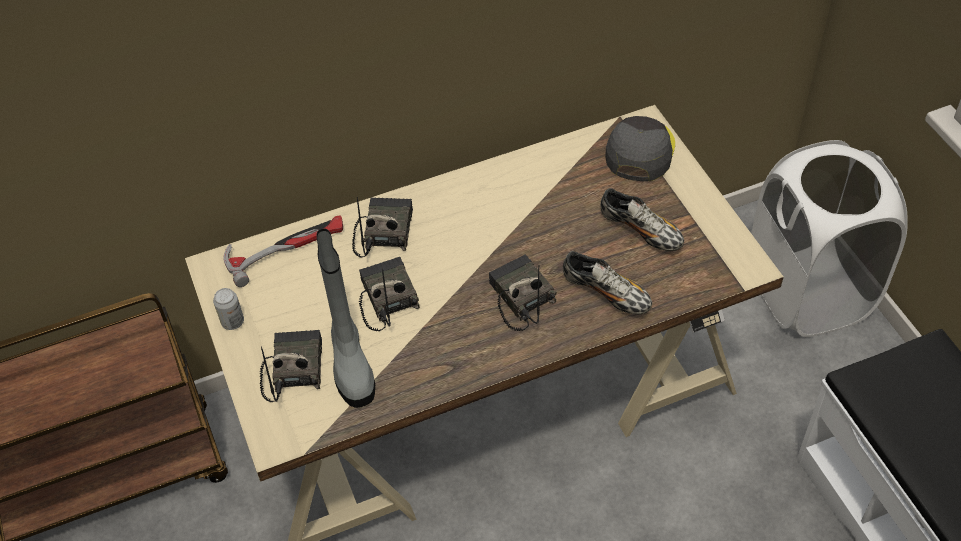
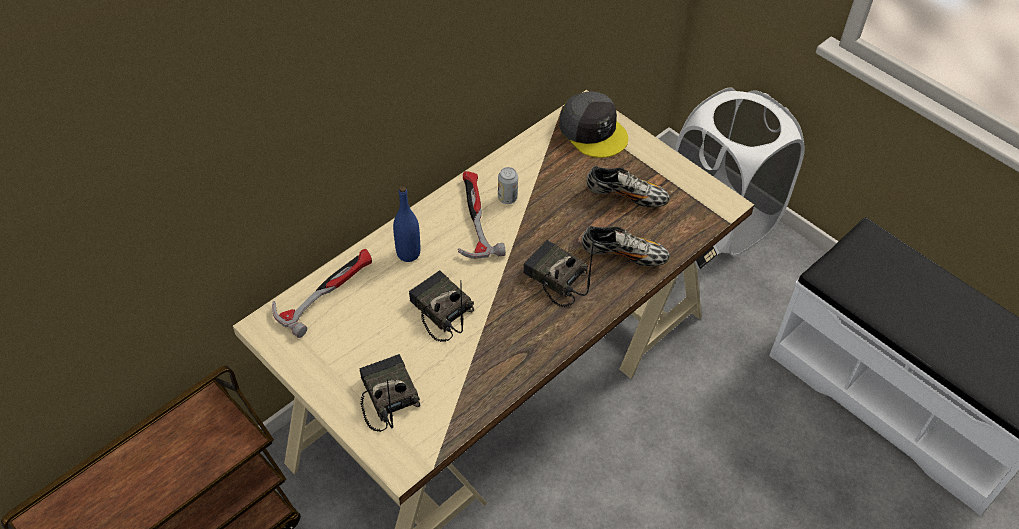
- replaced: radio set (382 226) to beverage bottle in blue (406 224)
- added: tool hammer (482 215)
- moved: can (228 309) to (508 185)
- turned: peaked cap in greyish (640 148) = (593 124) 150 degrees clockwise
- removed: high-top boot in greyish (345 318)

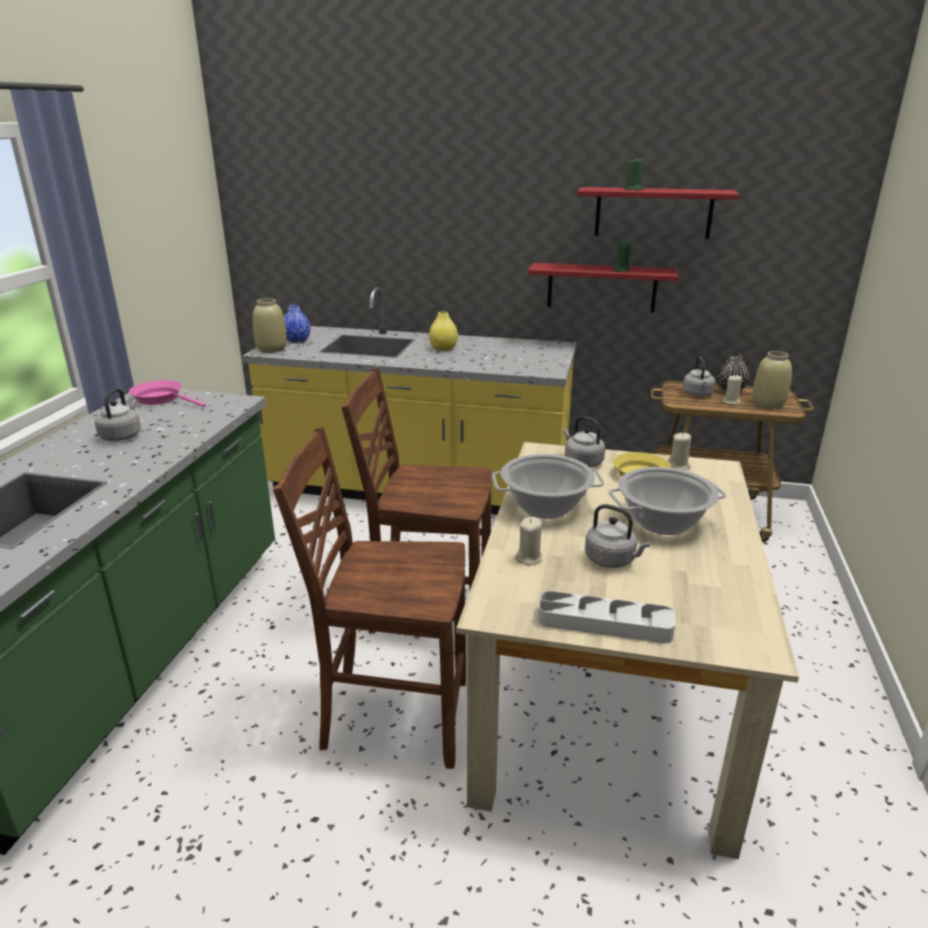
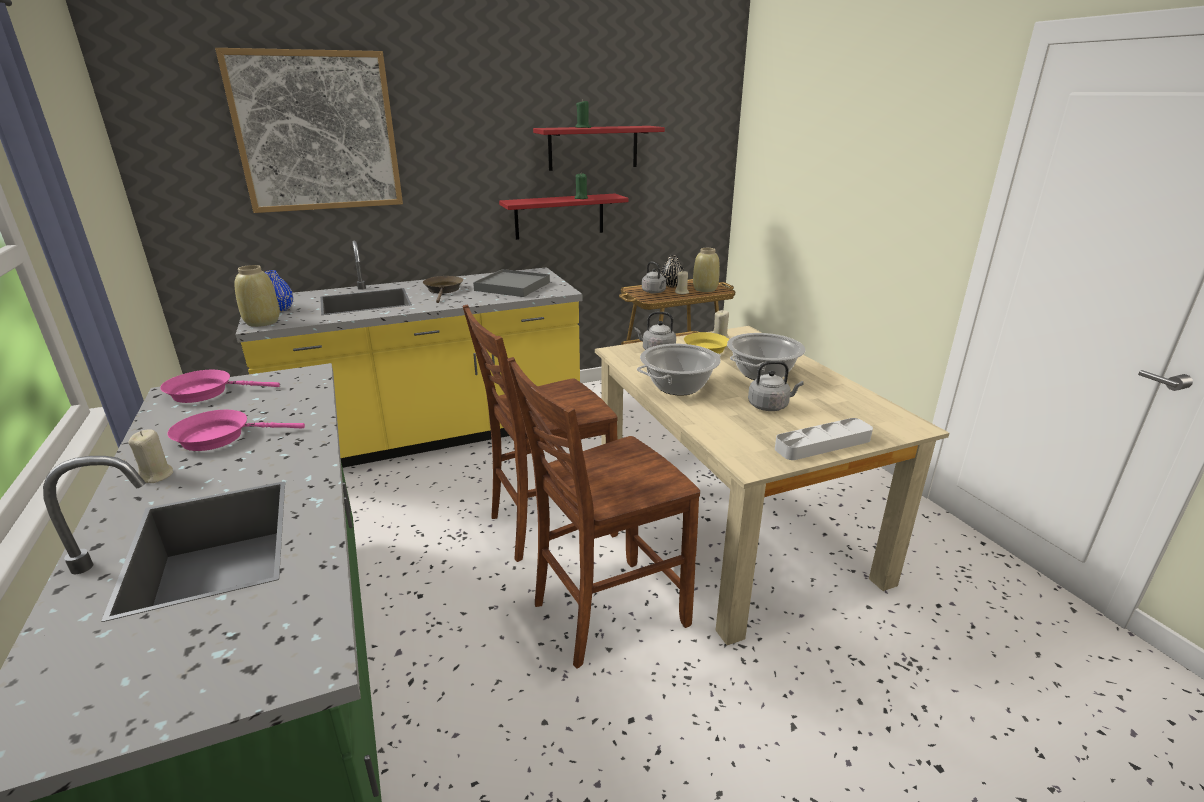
- moved: candle in beige-coloured (528 541) to (150 456)
- replaced: kettle in greyish (118 414) to frying pan in pink (236 430)
- added: wall picture (309 130)
- replaced: flower vase in yellowish (443 331) to frying pan in brownish (443 289)
- added: carrying tray in greyish (511 283)

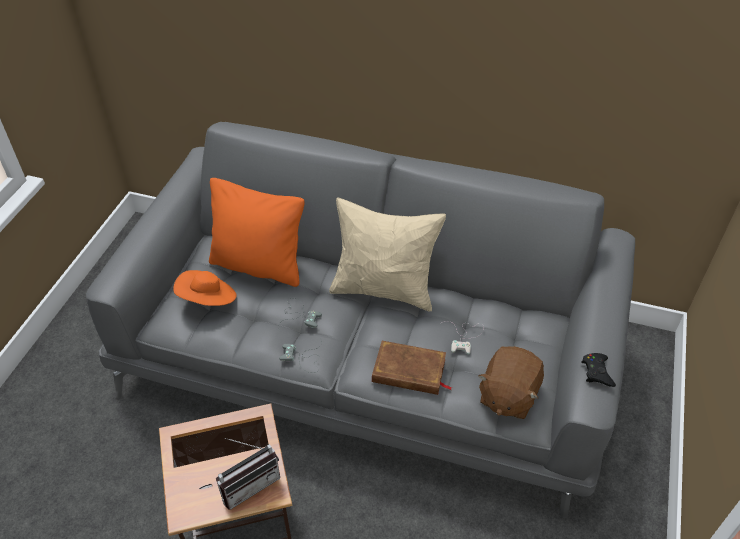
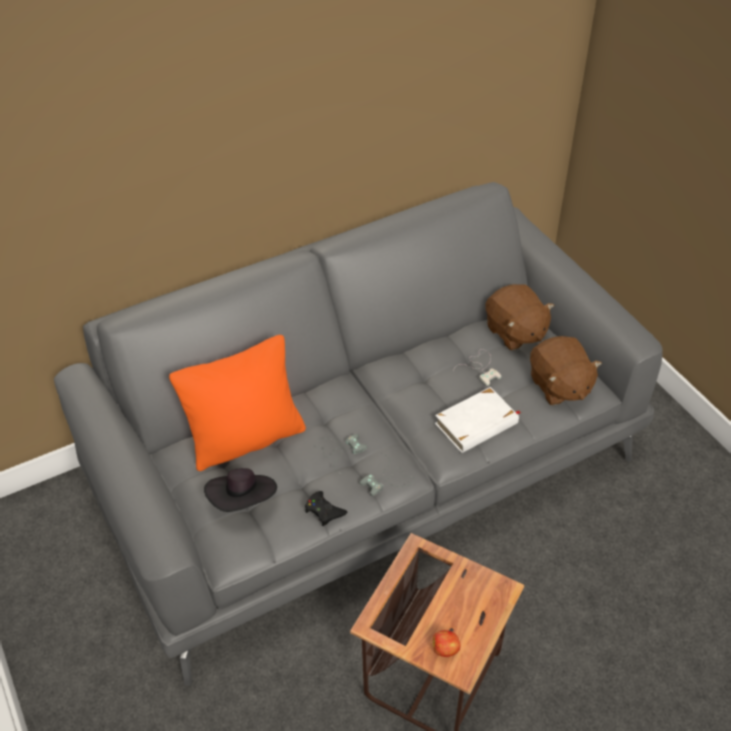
- recoloured: hat in orange (205 288) to hat in blackish (240 490)
- moved: game controller in blackish (598 370) to (326 508)
- added: apple (446 643)
- recoloured: book in brownish (412 368) to book in white-coloured (478 420)
- added: soft toy in brownish (519 317)
- removed: radio set (248 474)
- removed: pillow in beige-coloured (387 254)

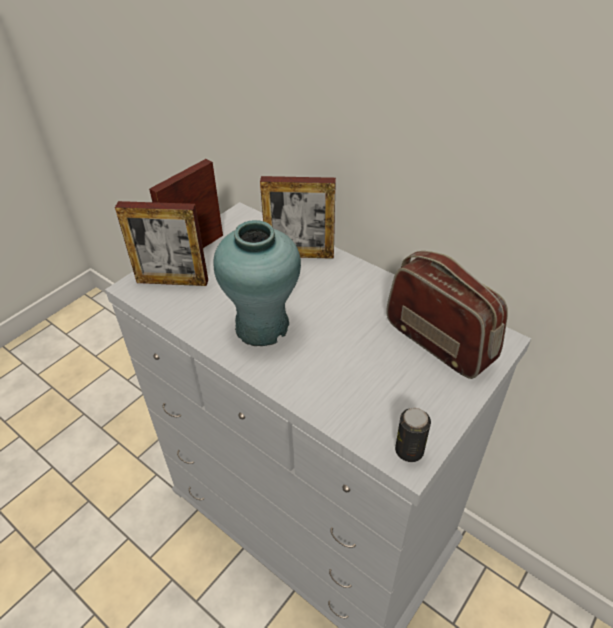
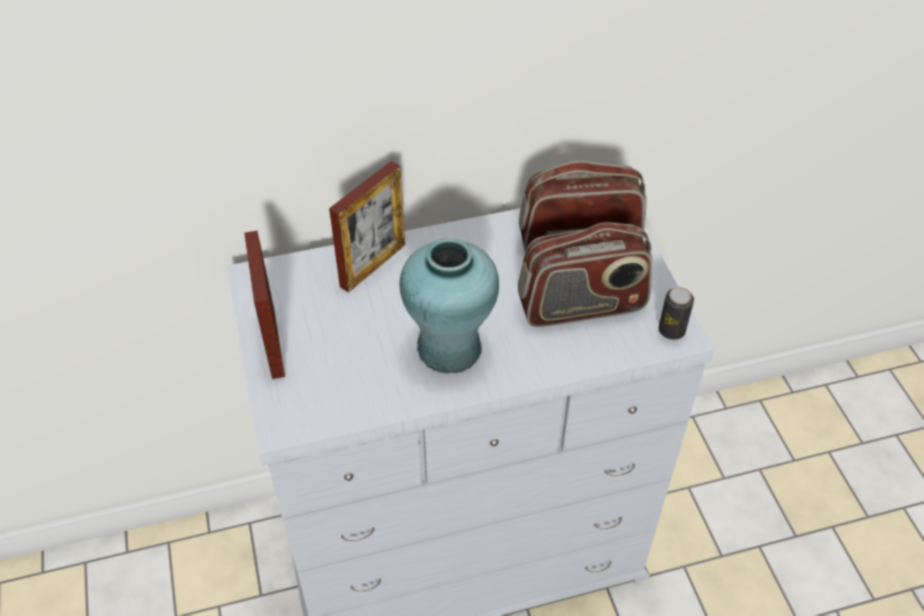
- added: radio set (585 274)
- removed: picture frame (161 243)

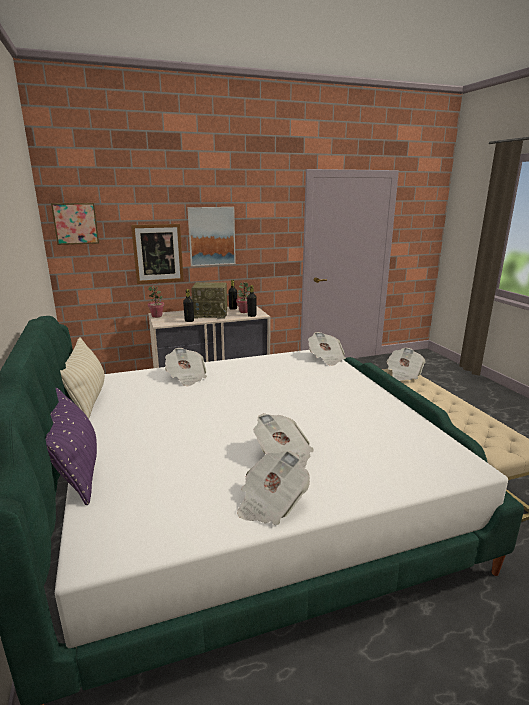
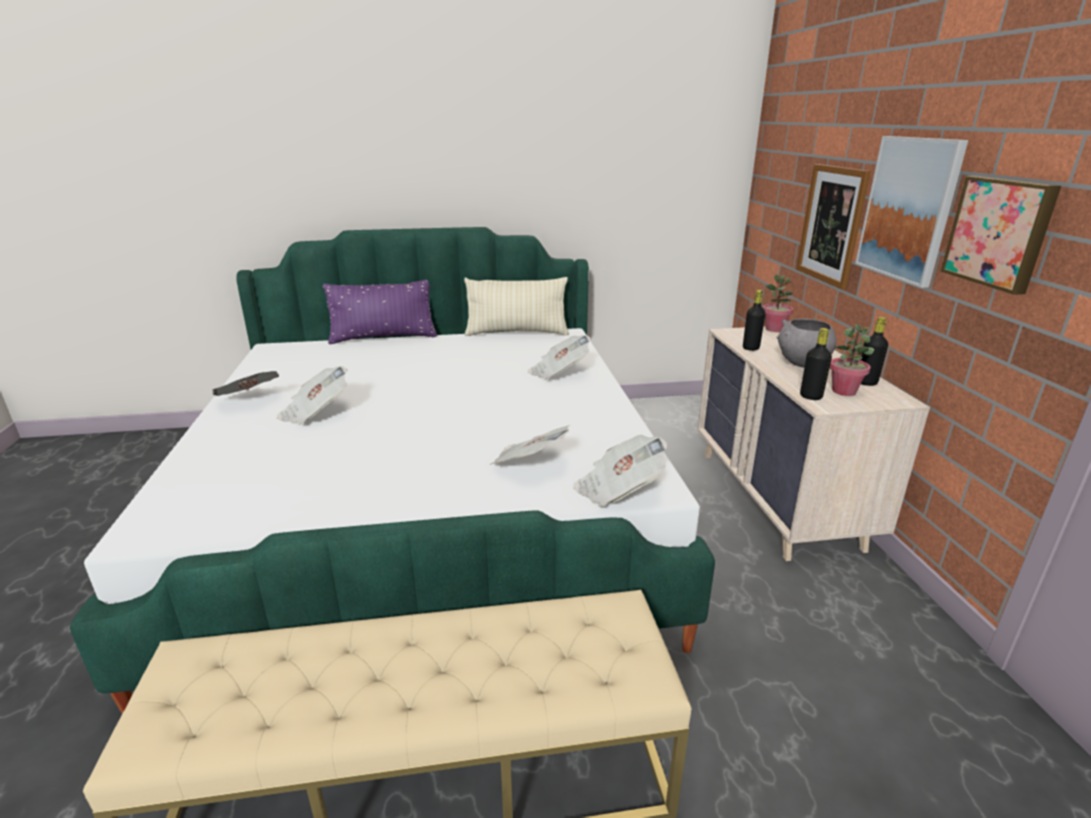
- moved: daily paper (405 364) to (530 445)
- replaced: radio set (209 300) to serving bowl in greyish (806 343)
- moved: wall picture (75 224) to (1000 235)

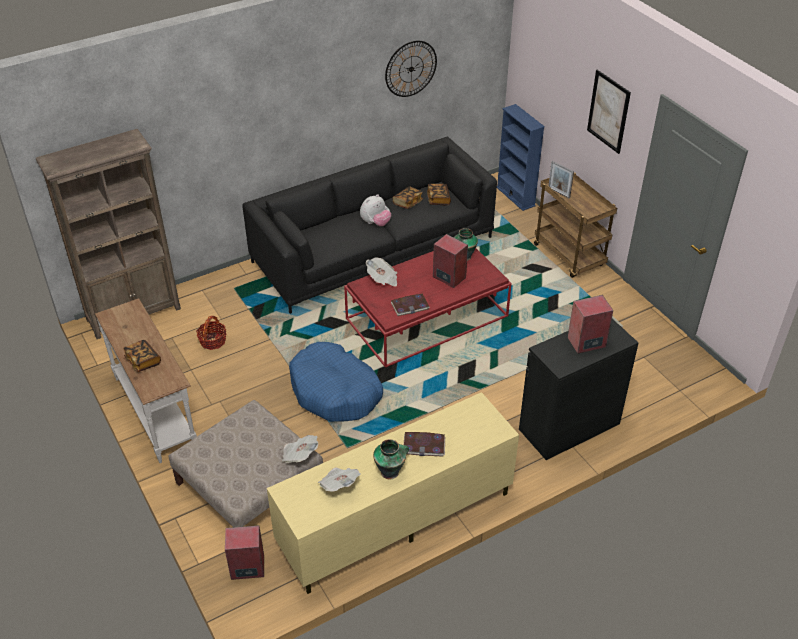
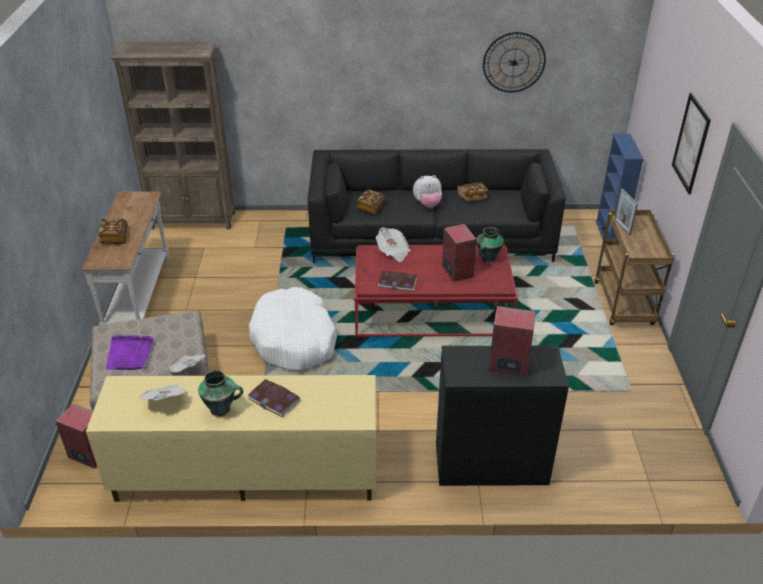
- added: carrying tray in purple (130 352)
- recoloured: pet bed in blue (336 382) to pet bed in white-coloured (293 329)
- moved: book (439 195) to (371 202)
- removed: storage basket (211 333)

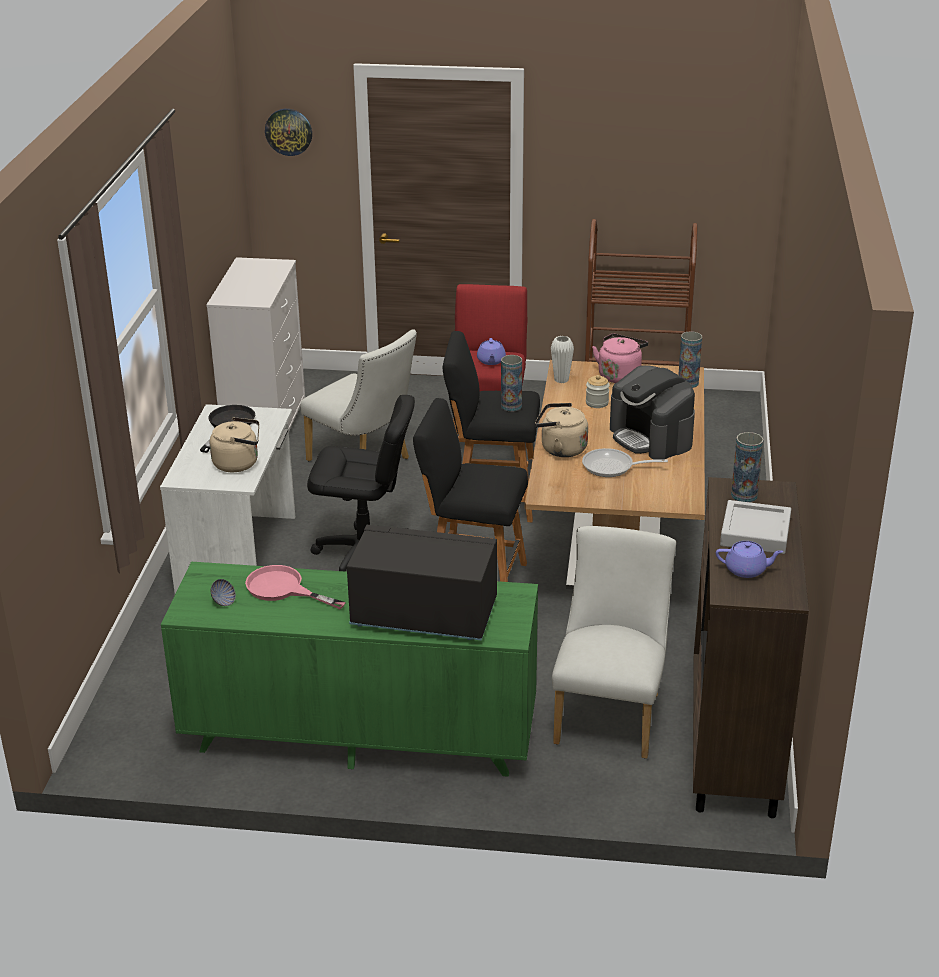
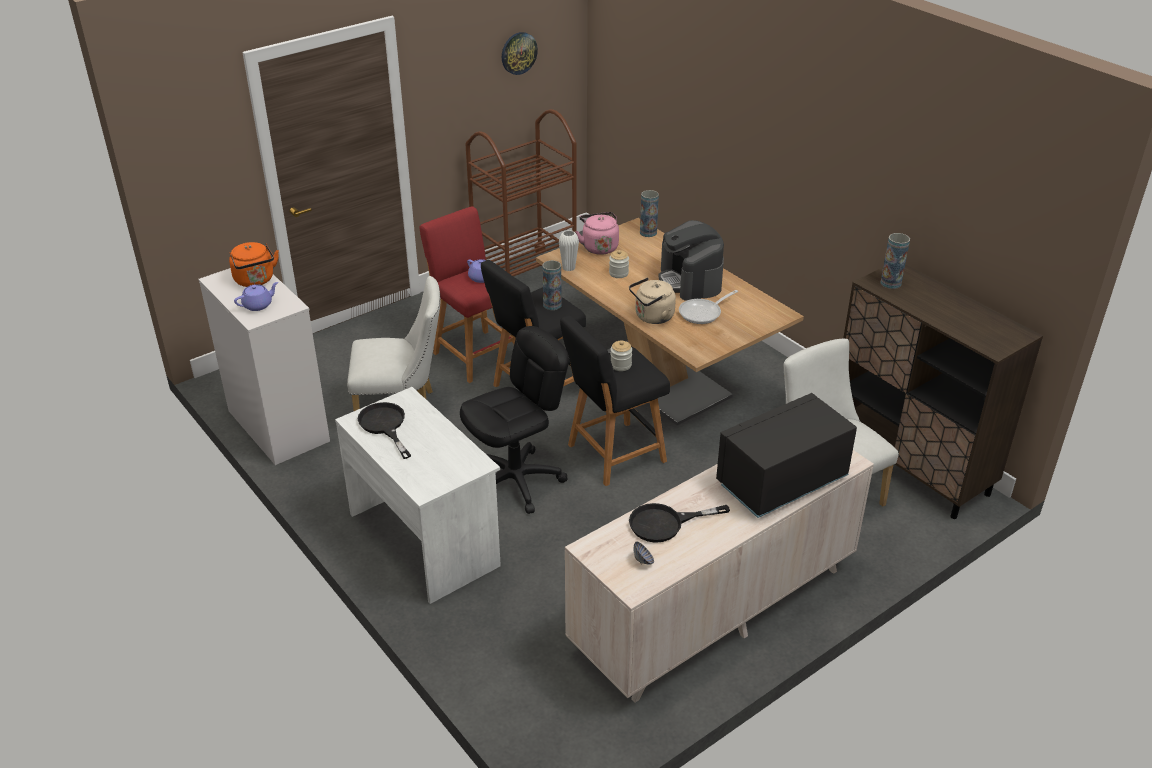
- added: kettle in orange (254 264)
- moved: tea pot in purple (750 559) to (256 296)
- moved: wall clock (288 132) to (520 53)
- recoloured: chest of drawers in green (349 669) to chest of drawers in beige-coloured (719 576)
- added: preserve jar (621 356)
- recoloured: frying pan in pink (295 587) to frying pan in blackish (679 523)
- turned: coffee brewer (652 412) = (691 260) 60 degrees clockwise
- removed: kettle in beige-coloured (234 444)
- removed: carrying tray in greyish (755 527)

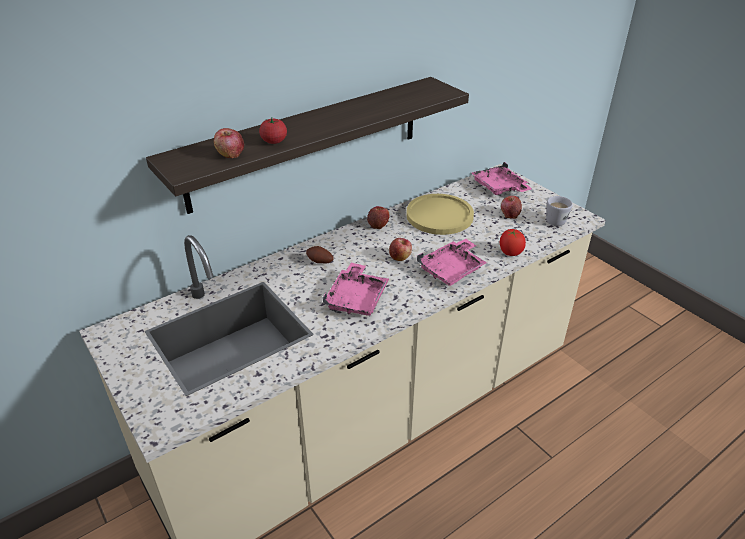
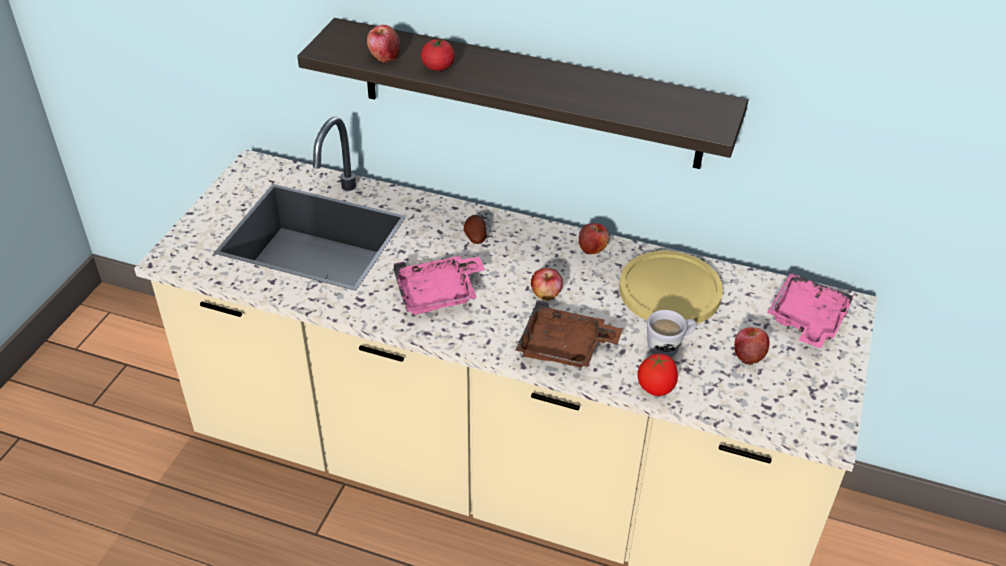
- recoloured: carrying tray in pink (452 262) to carrying tray in brownish (569 334)
- moved: mug in white-coloured (559 211) to (672 333)

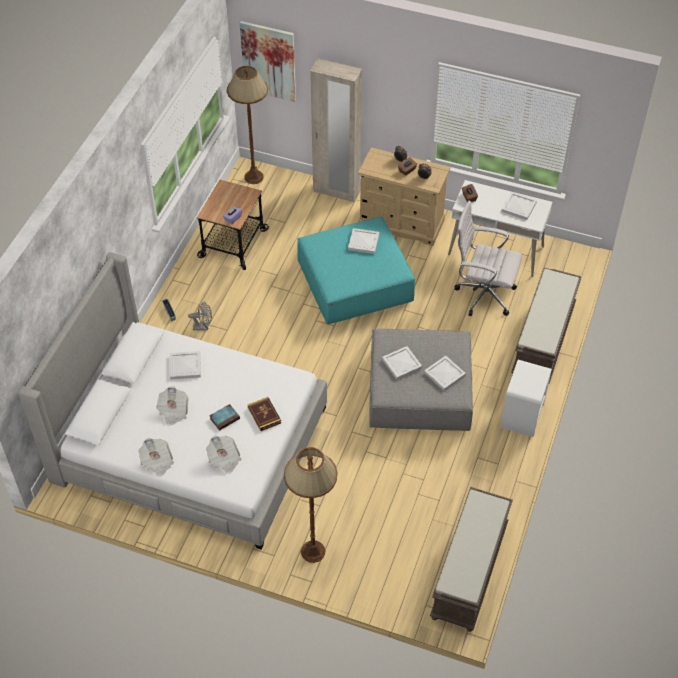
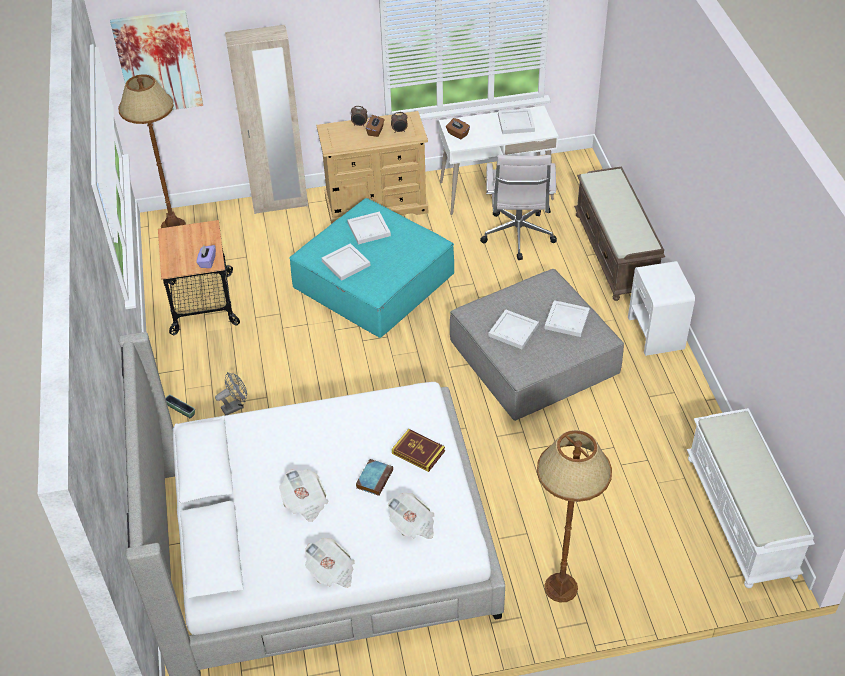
- moved: carrying tray in white-coloured (185 365) to (346 262)
- turned: office chair in white-coloured (488 258) = (518 207) 75 degrees counterclockwise
- recoloured: bench in brownish (471 559) to bench in white-coloured (751 498)

